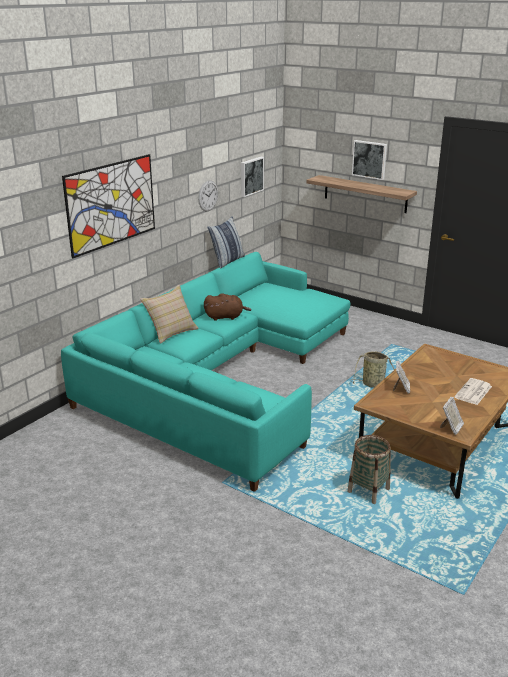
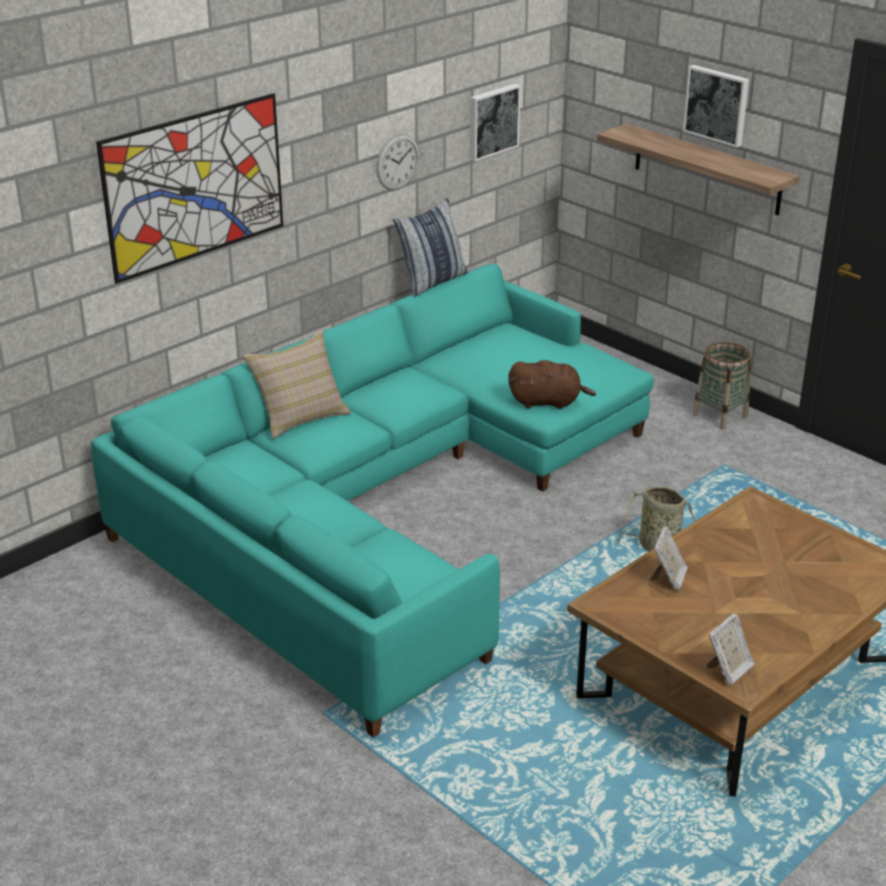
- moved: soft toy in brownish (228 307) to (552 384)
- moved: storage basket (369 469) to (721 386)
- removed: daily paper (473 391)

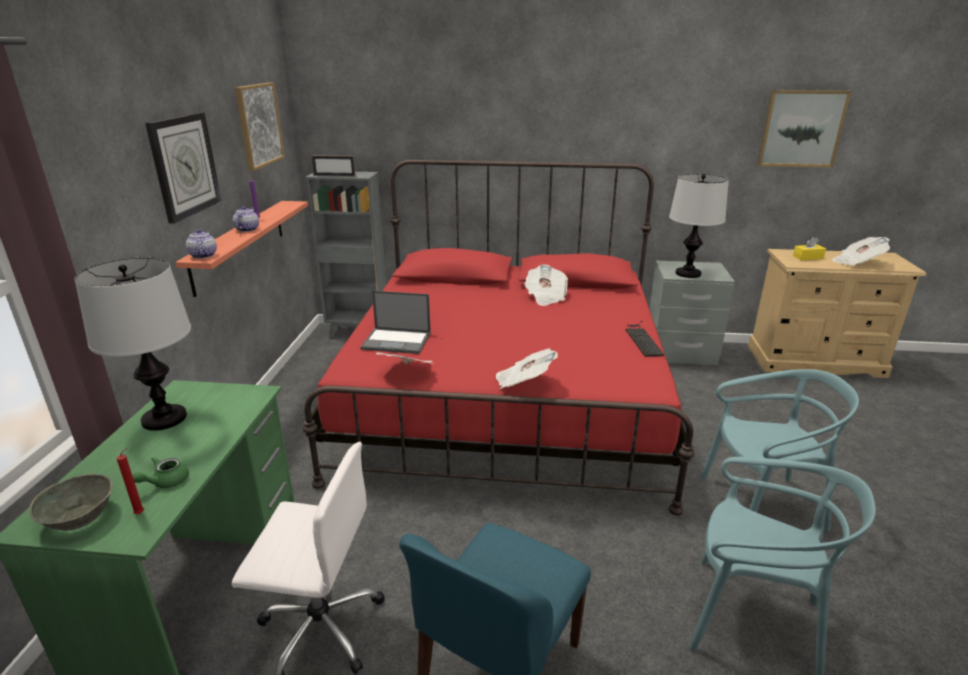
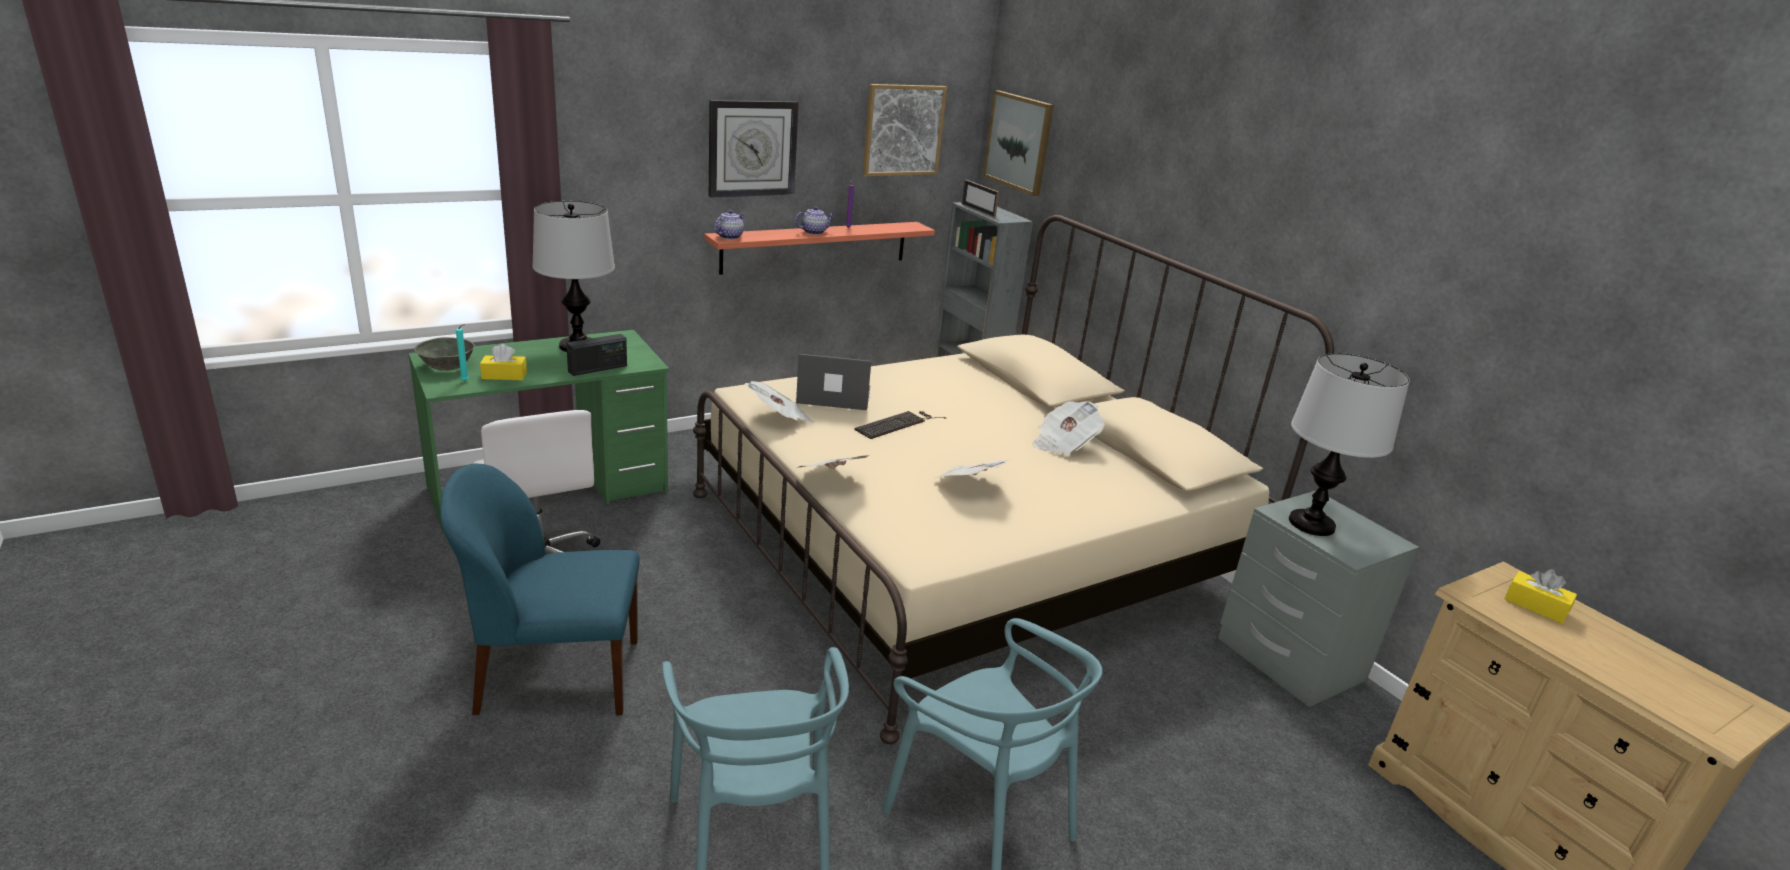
- recoloured: candle in red (130 480) to candle in turquoise (462 352)
- replaced: tea pot in green (160 472) to tissue box in yellowish (503 362)
- added: radio set (596 355)
- recoloured: bed in red (498 337) to bed in beige-coloured (1013 479)
- turned: laptop (395 322) = (833 382) 120 degrees clockwise
- moved: keyboard (645 339) to (901 425)
- moved: daily paper (861 251) to (971 468)
- moved: wall picture (804 129) to (1018 143)

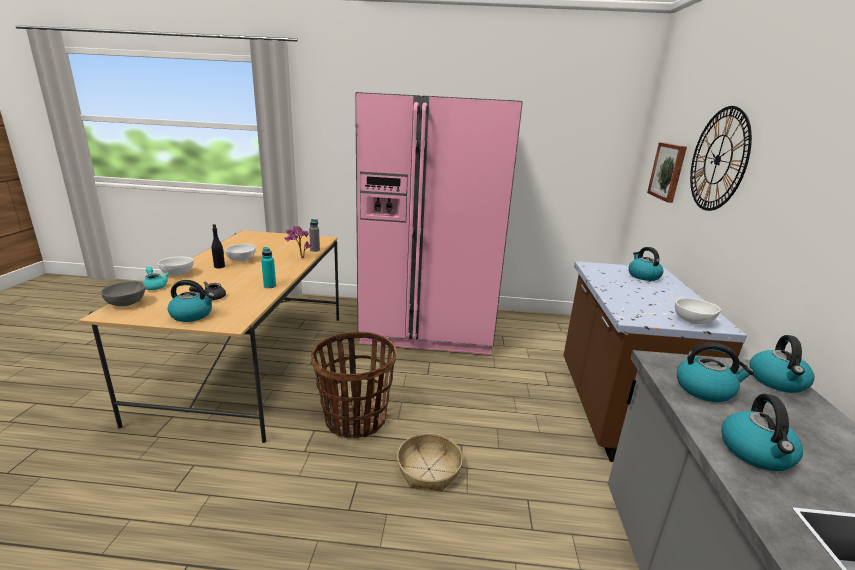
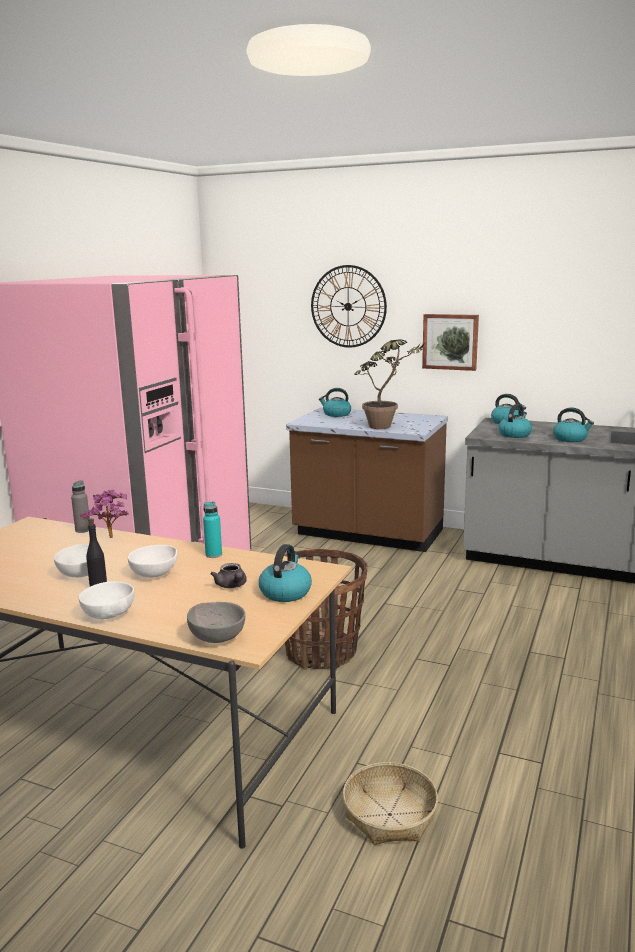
- moved: serving bowl in white-coloured (698 311) to (152 561)
- moved: storage basket (430 462) to (390 803)
- added: potted plant (390 384)
- moved: wall picture (667 172) to (450 342)
- removed: tea pot in turquoise (156 278)

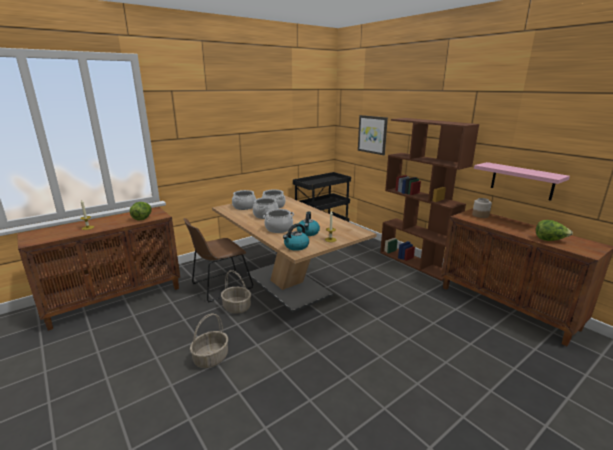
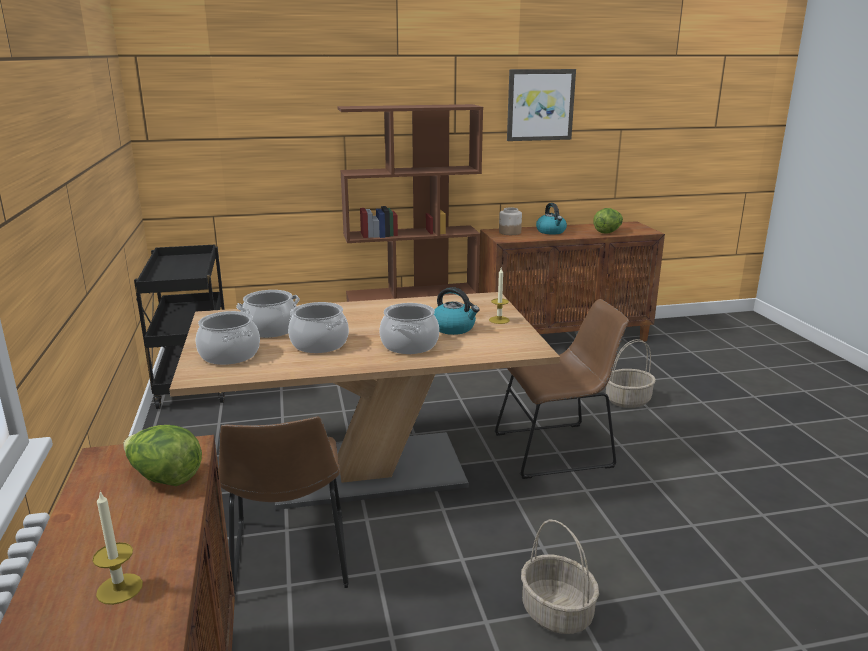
- added: upright chair in brownish (561 389)
- moved: wall picture (373 135) to (541 105)
- moved: kettle (296 237) to (551 219)
- moved: storage basket (236 292) to (631 373)
- removed: shelf in pink (522 181)

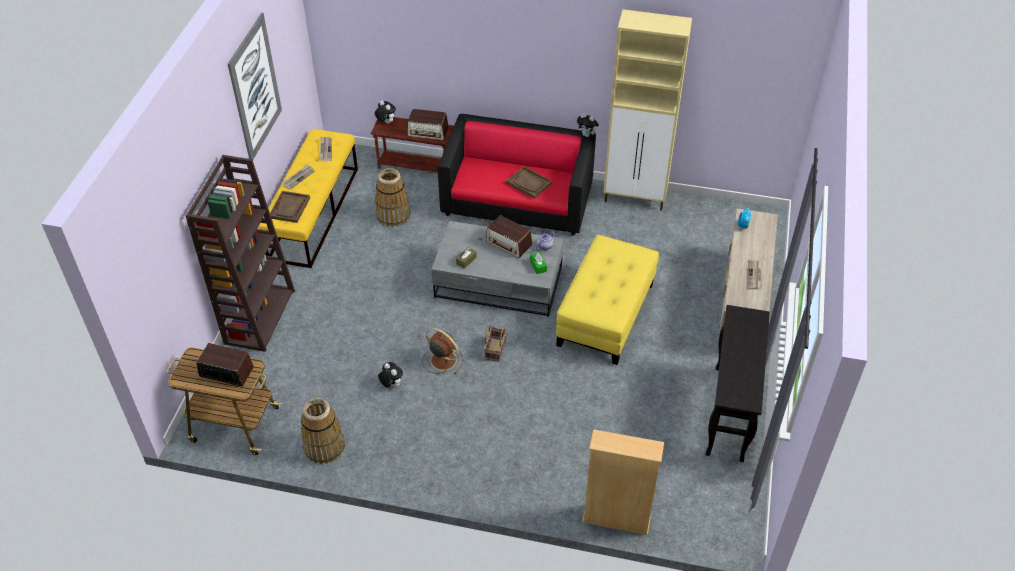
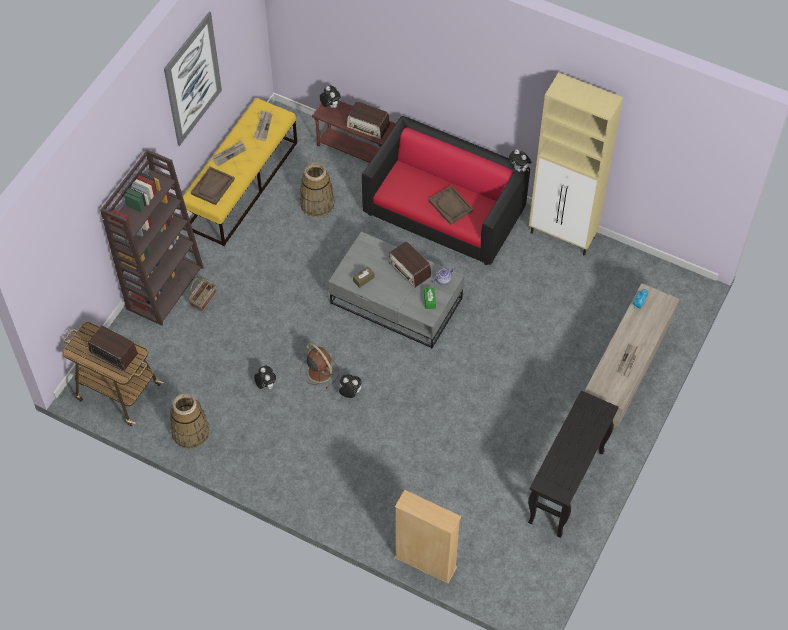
- moved: storage basket (495 343) to (203 295)
- added: soft toy (350 386)
- removed: pouffe in yellowish (607 300)

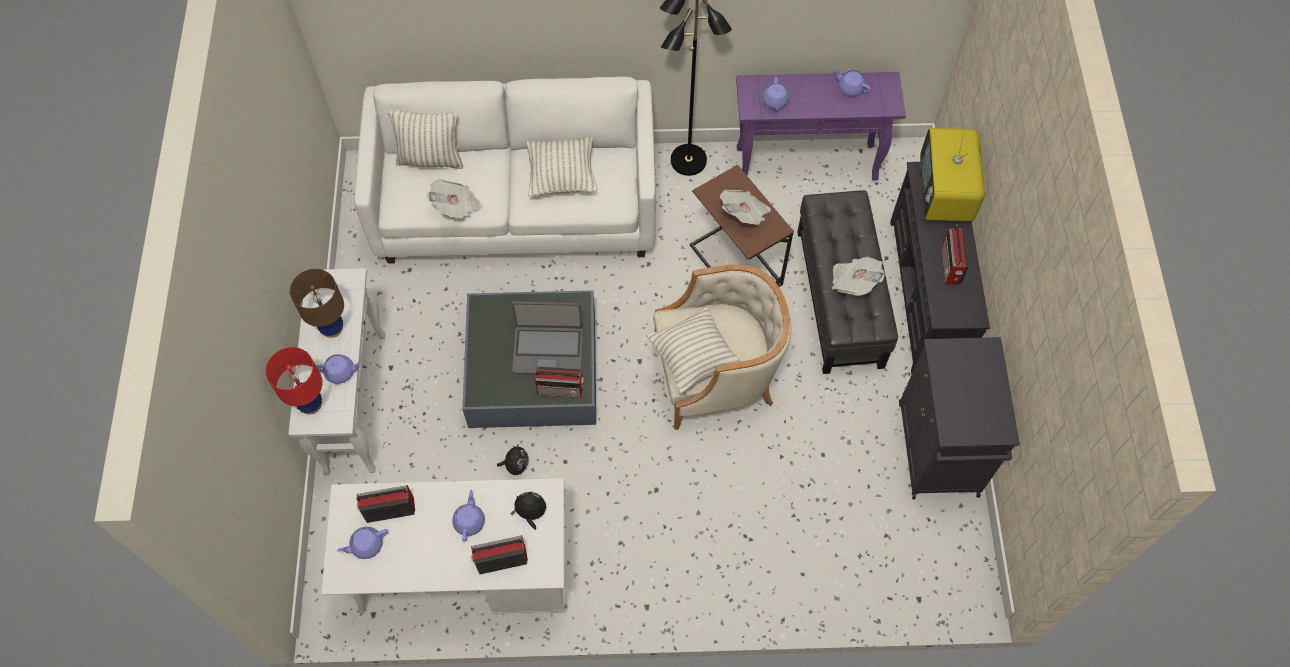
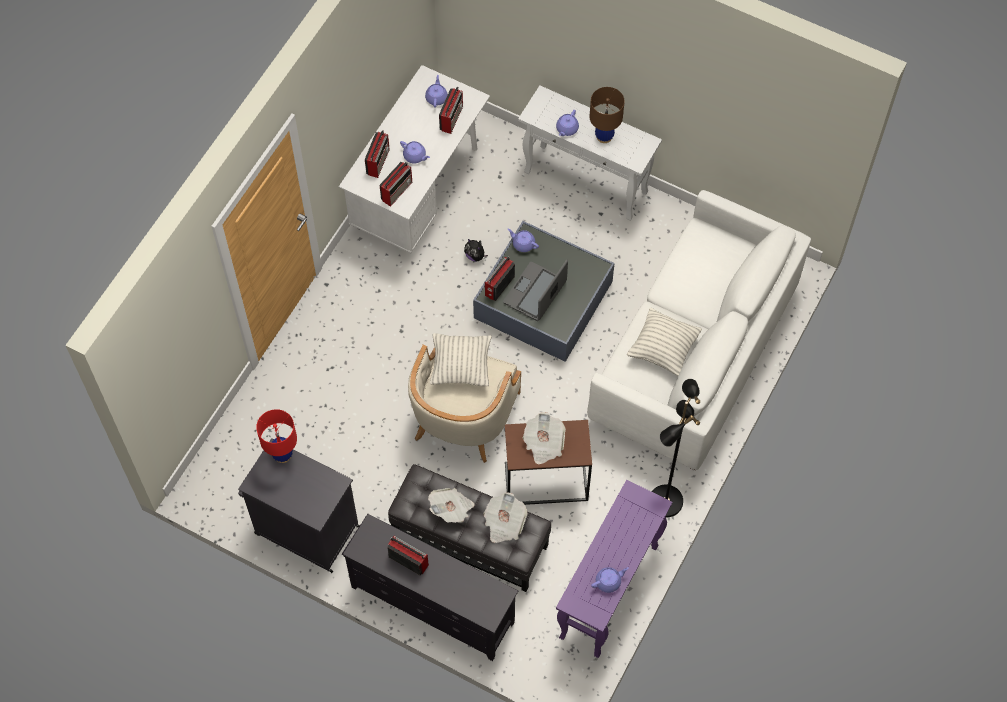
- moved: lamp for a table in red (294 381) to (276 436)
- replaced: soft toy (528 511) to radio set (396 184)
- moved: daily paper (454 199) to (505 517)
- moved: tea pot in purple (775 93) to (523 240)
- removed: pillow (426 139)
- removed: television (952 173)

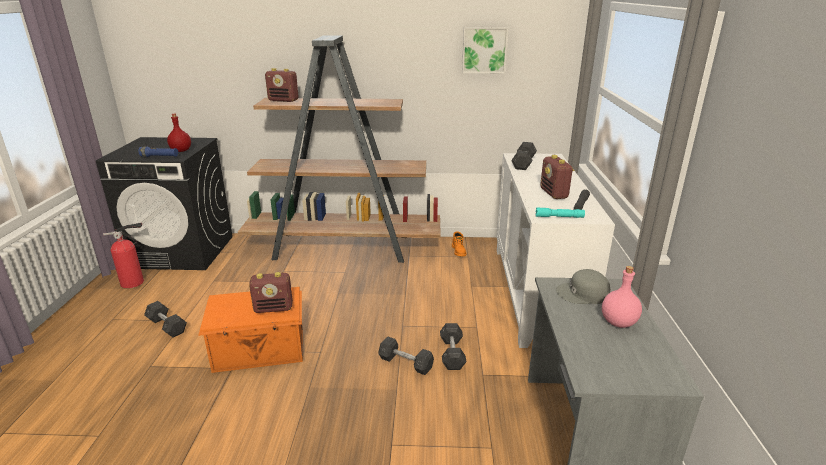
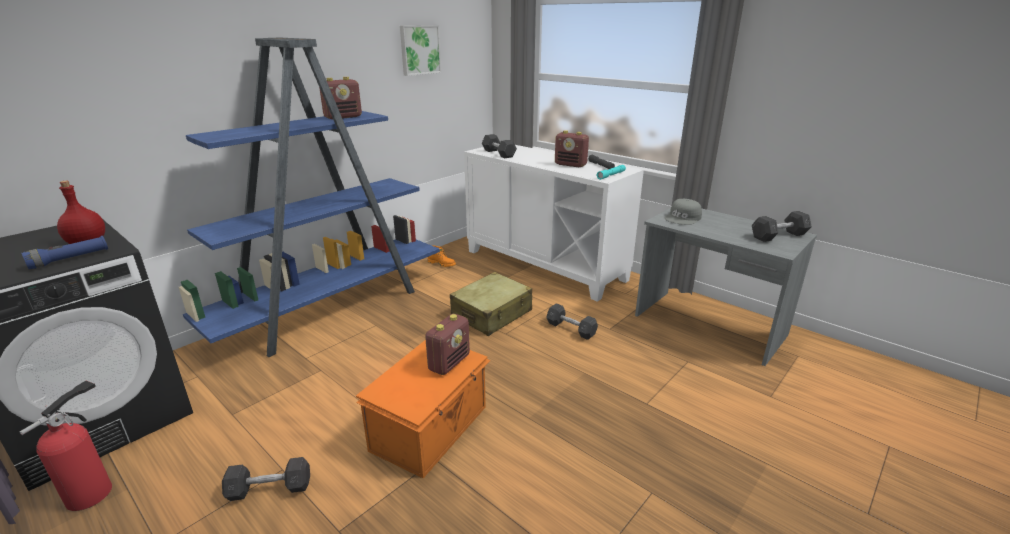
- recoloured: shelving unit in brownish (339 149) to shelving unit in blue (309 197)
- moved: radio set (282 85) to (340 98)
- added: travel case in beige-coloured (491 304)
- moved: free weight in greyish (406 356) to (782 226)
- removed: beverage bottle in pink (622 297)

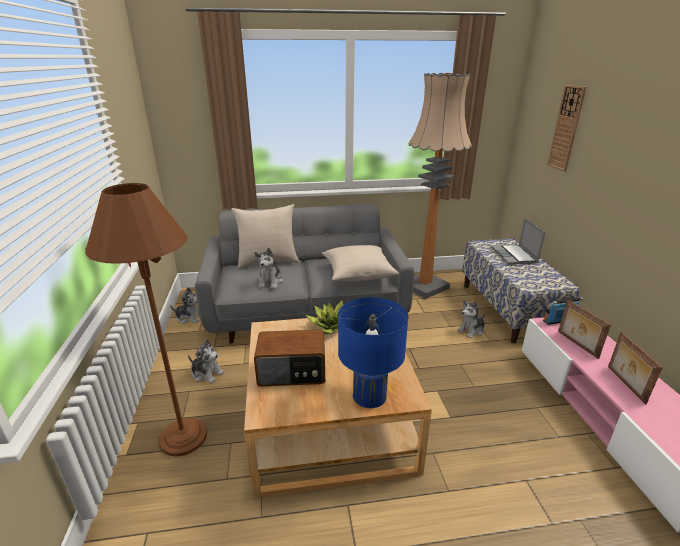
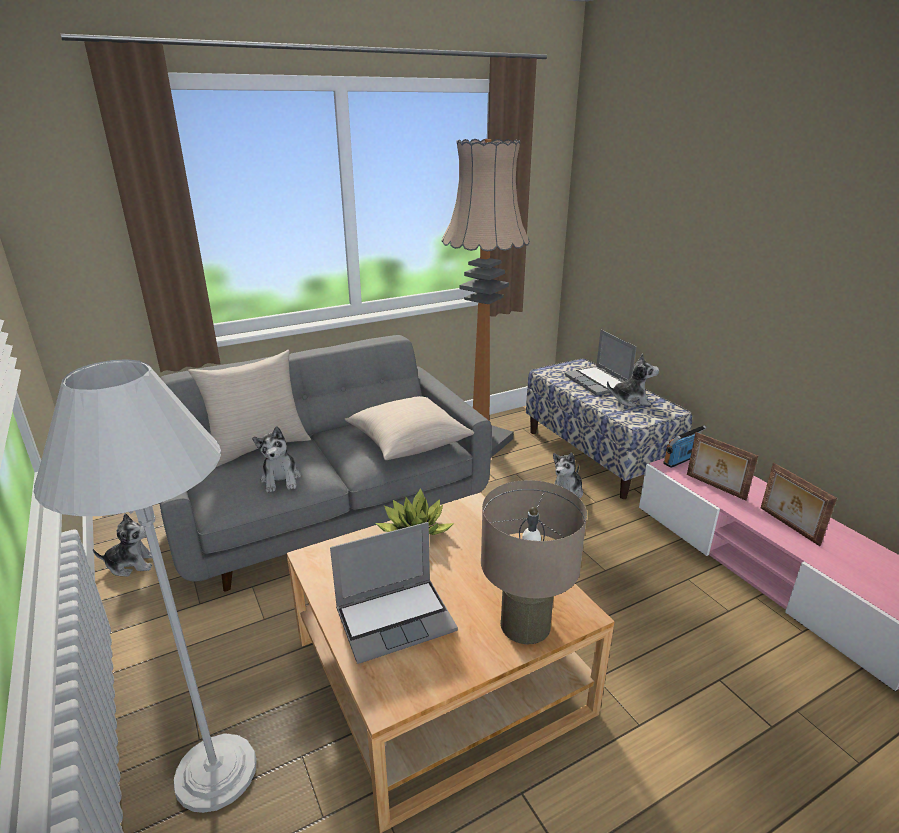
- recoloured: standard lamp in brownish (146 320) to standard lamp in white-coloured (145 586)
- replaced: radio set (289 358) to laptop (394 593)
- recoloured: lamp for a table in blue (373 352) to lamp for a table in beige-coloured (534 562)
- moved: soft toy (206 361) to (633 380)
- removed: wall clock (566 128)

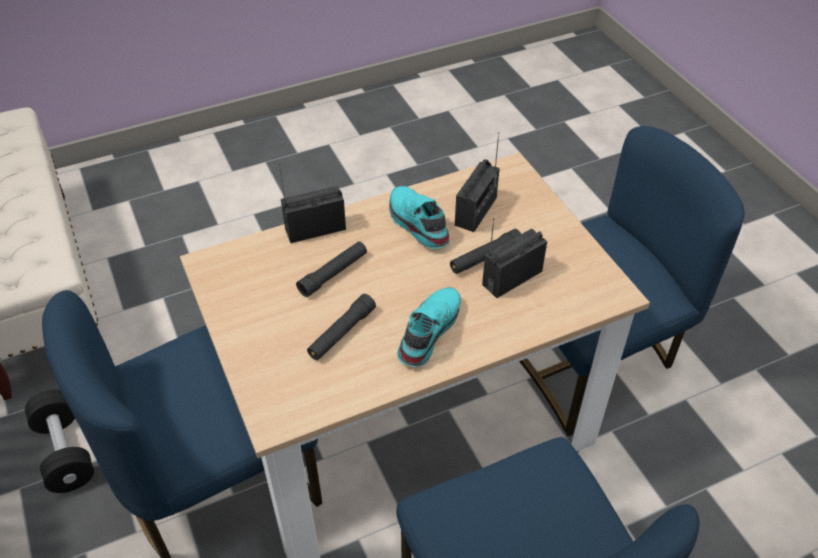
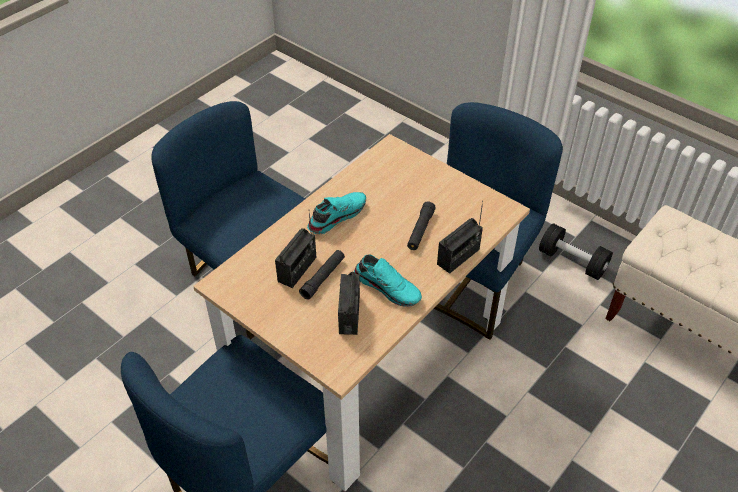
- turned: shoe in turquoise (429 327) = (336 213) 135 degrees counterclockwise
- removed: flashlight in blackish (341 327)

